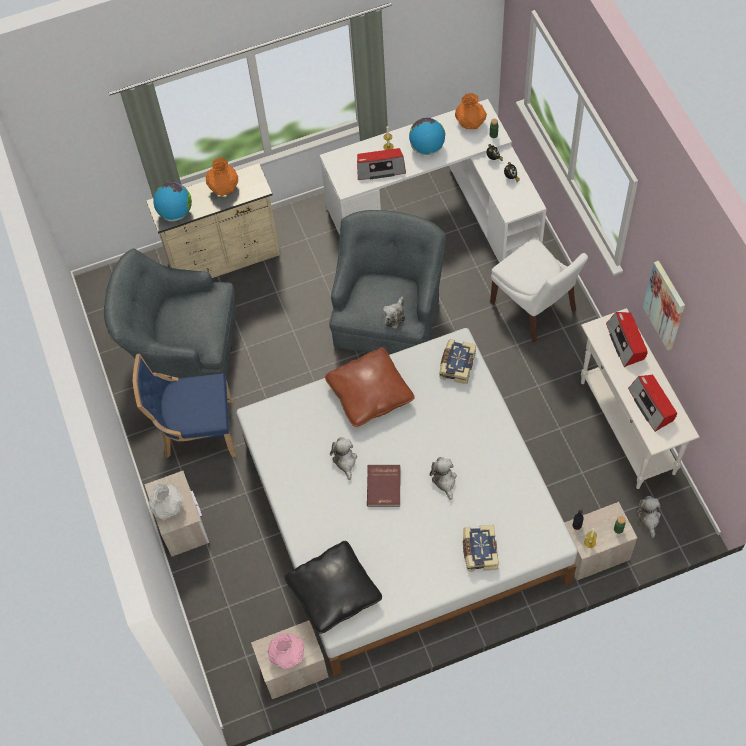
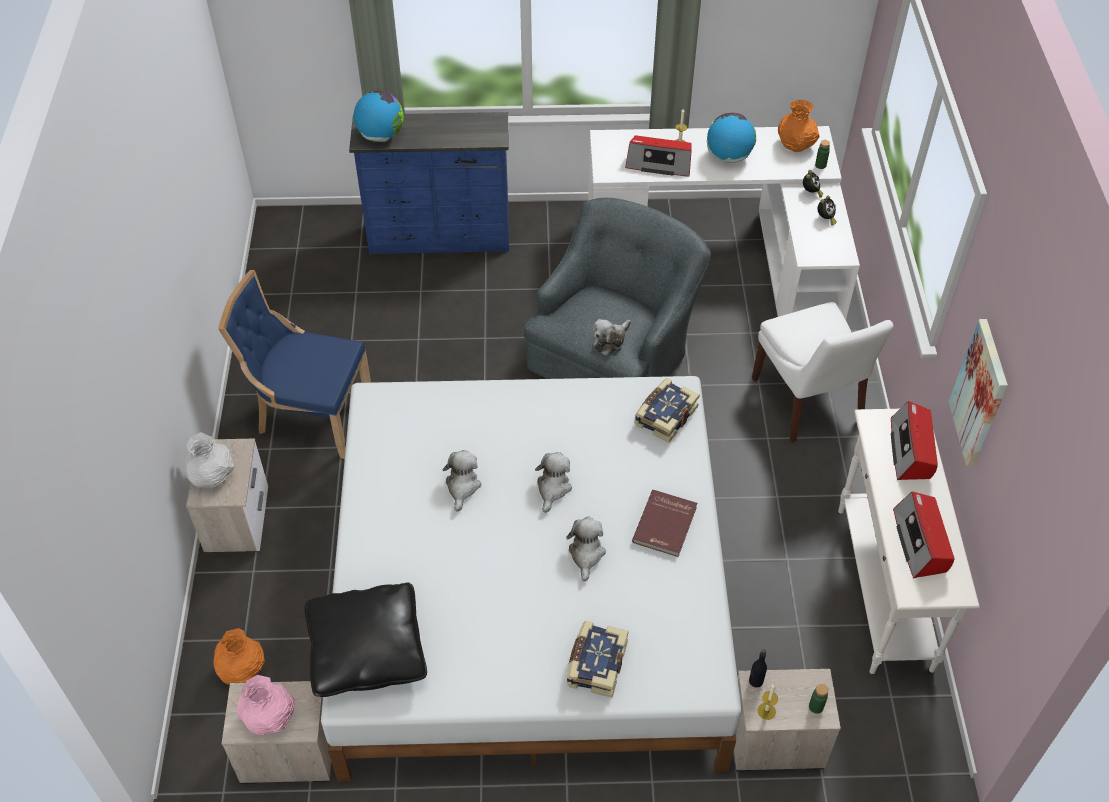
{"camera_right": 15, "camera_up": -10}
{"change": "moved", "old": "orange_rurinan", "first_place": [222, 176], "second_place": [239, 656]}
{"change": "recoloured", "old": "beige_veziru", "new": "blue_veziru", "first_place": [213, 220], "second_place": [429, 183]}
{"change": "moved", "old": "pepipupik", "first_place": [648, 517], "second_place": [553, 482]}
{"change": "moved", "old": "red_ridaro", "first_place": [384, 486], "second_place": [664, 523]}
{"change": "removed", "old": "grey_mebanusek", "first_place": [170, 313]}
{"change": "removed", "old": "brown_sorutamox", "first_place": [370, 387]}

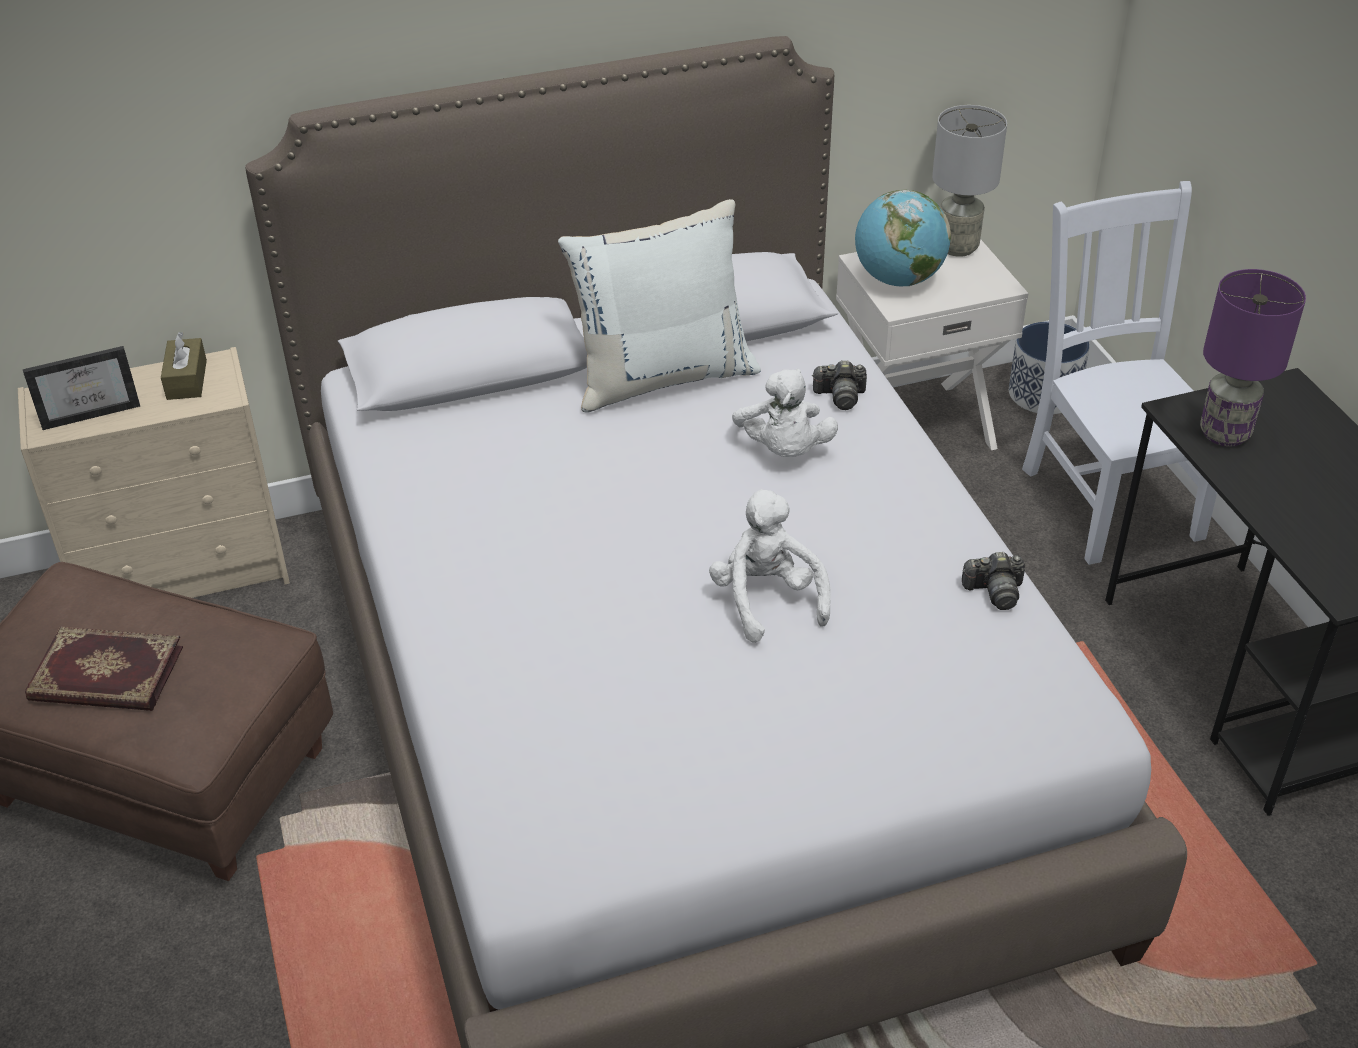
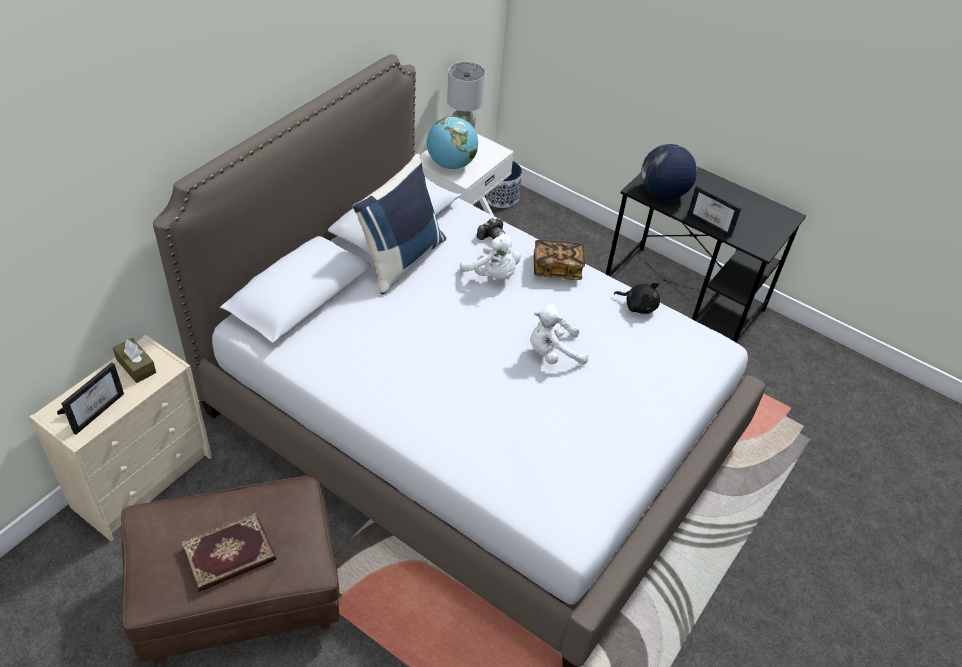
{"camera_right": -40, "camera_up": 5}
{"change": "recoloured", "old": "white_sorutamox", "new": "blue_sorutamox", "first_place": [659, 306], "second_place": [399, 224]}
{"change": "turned", "old": "white_pepipupik", "first_place": [770, 566], "second_place": [559, 334], "degrees": -45}
{"change": "added", "new": "ridaro", "second_place": [559, 260]}
{"change": "replaced", "old": "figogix", "new": "black_pepipupik", "first_place": [993, 581], "second_place": [637, 298]}
{"change": "replaced", "old": "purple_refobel", "new": "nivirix", "first_place": [1253, 358], "second_place": [669, 172]}
{"change": "added", "new": "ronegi", "second_place": [714, 211]}
{"change": "removed", "old": "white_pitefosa", "first_place": [1119, 373]}

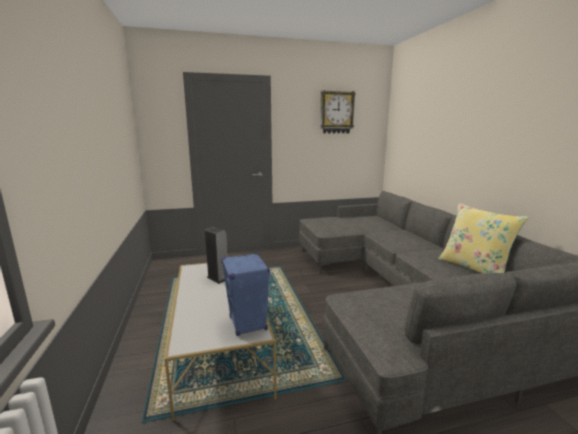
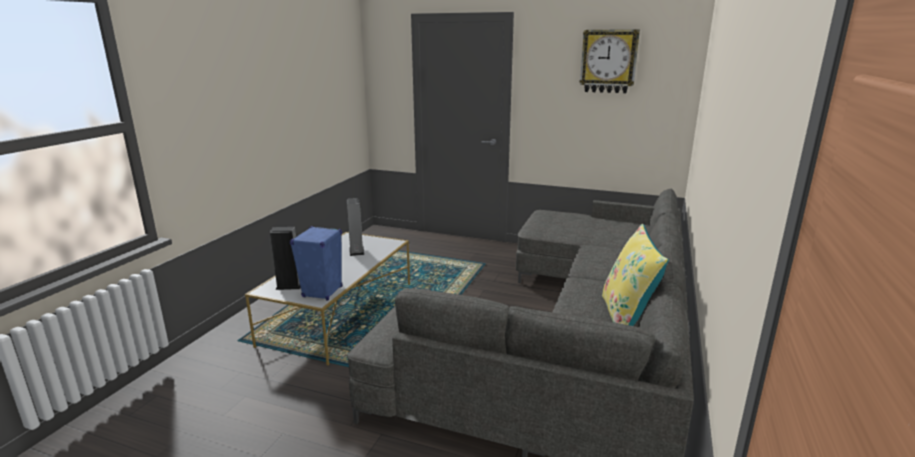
{"camera_right": 35, "camera_up": 5}
{"change": "added", "new": "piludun", "second_place": [285, 258]}

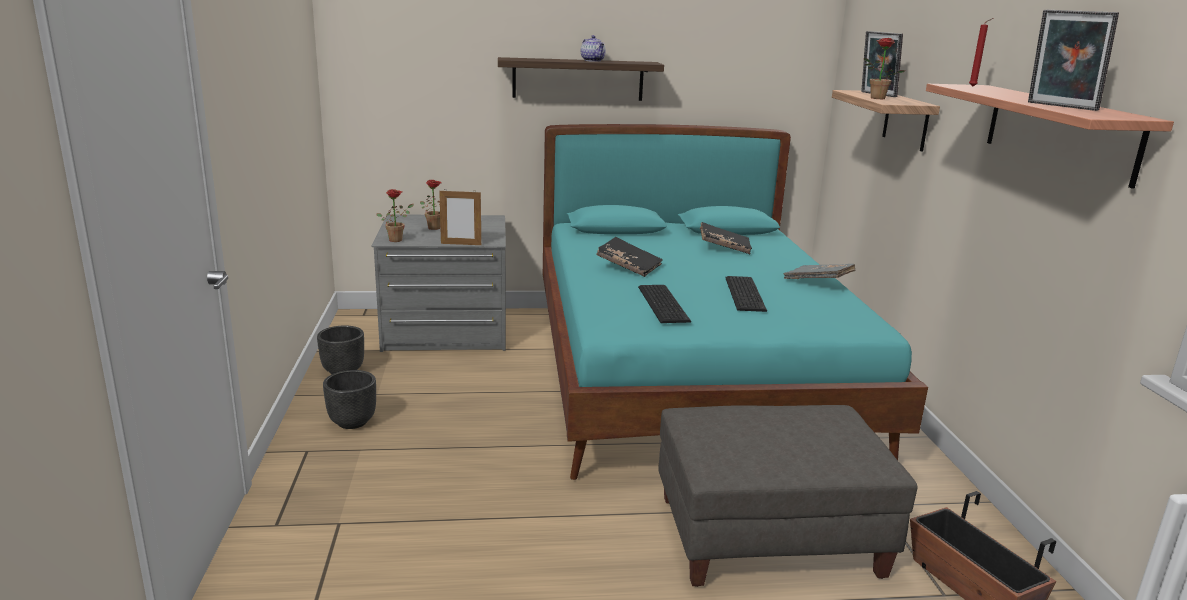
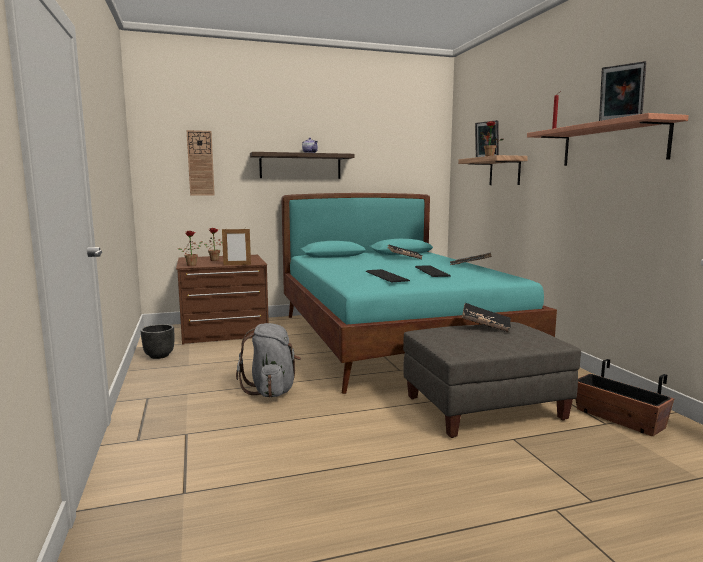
{"camera_right": -10, "camera_up": -10}
{"change": "recoloured", "old": "grey_veziru", "new": "brown_veziru", "first_place": [438, 283], "second_place": [222, 300]}
{"change": "added", "new": "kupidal", "second_place": [201, 163]}
{"change": "added", "new": "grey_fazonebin", "second_place": [268, 360]}
{"change": "moved", "old": "black_ridaro", "first_place": [629, 257], "second_place": [486, 318]}
{"change": "removed", "old": "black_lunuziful", "first_place": [349, 399]}

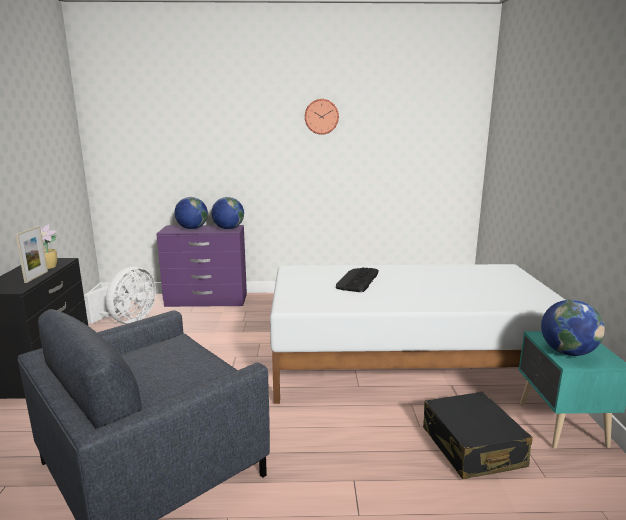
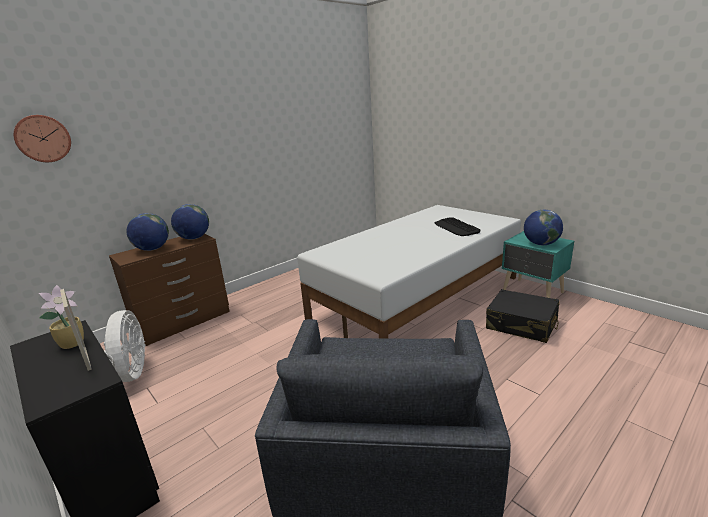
{"camera_right": -40, "camera_up": 5}
{"change": "moved", "old": "kupidal", "first_place": [322, 117], "second_place": [42, 138]}
{"change": "recoloured", "old": "purple_veziru", "new": "brown_veziru", "first_place": [201, 266], "second_place": [169, 290]}
{"change": "moved", "old": "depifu", "first_place": [357, 279], "second_place": [457, 226]}

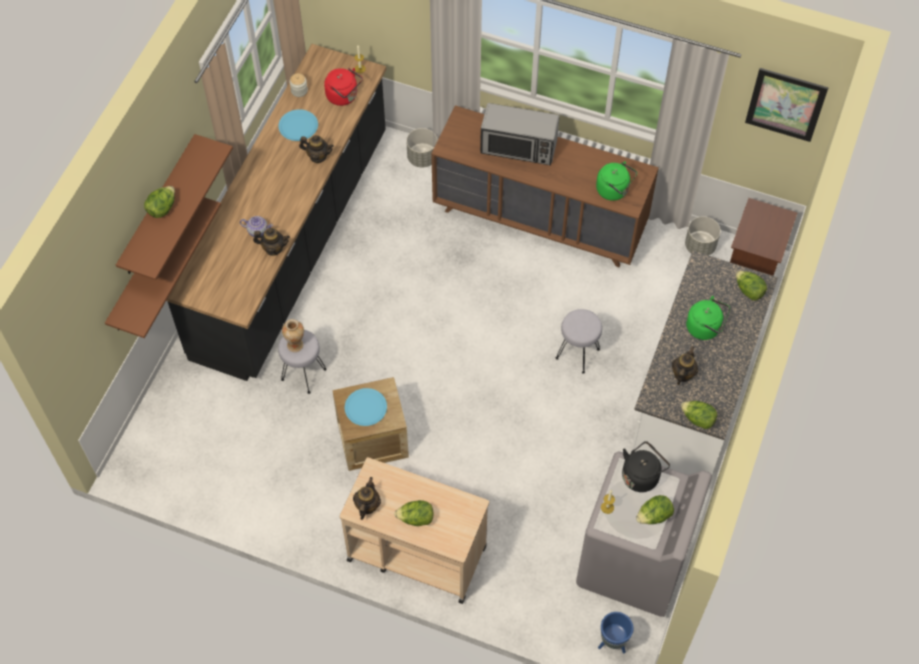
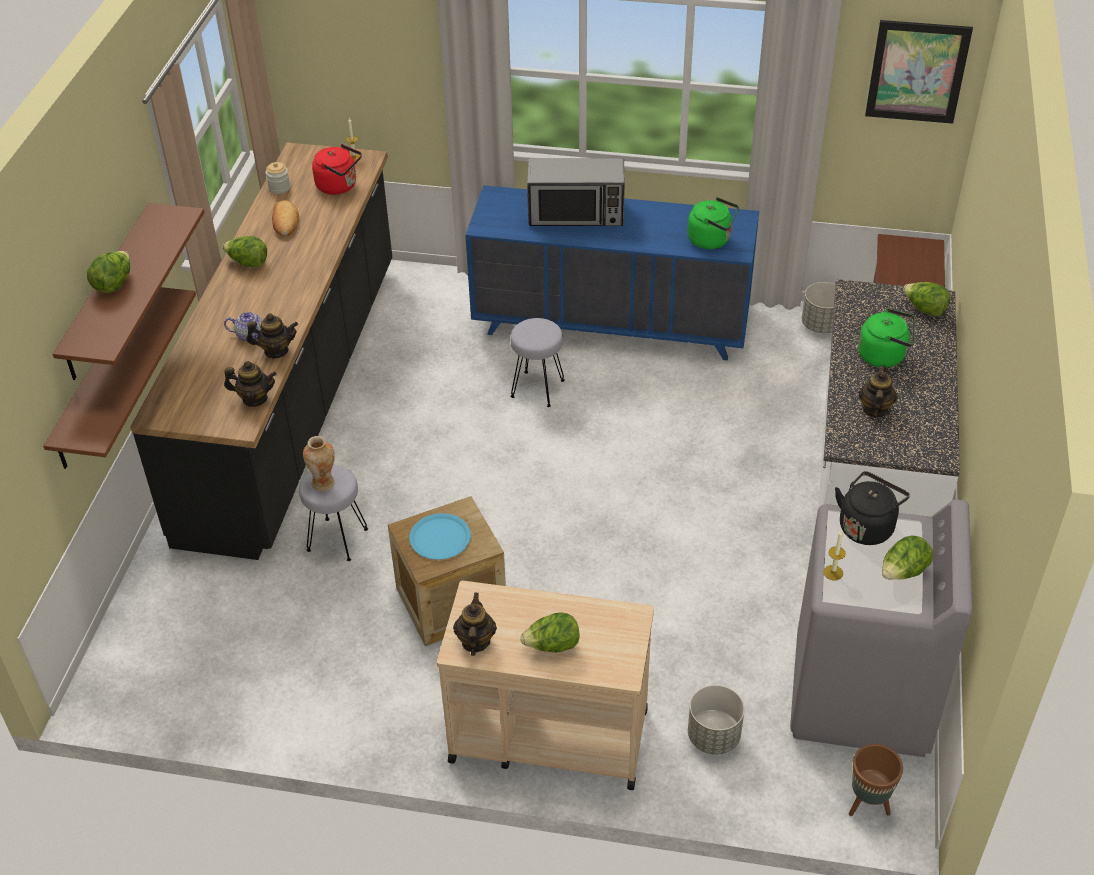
{"camera_right": -10, "camera_up": -15}
{"change": "moved", "old": "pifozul", "first_place": [699, 415], "second_place": [245, 251]}
{"change": "moved", "old": "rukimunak", "first_place": [316, 149], "second_place": [250, 384]}
{"change": "replaced", "old": "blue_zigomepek", "new": "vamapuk", "first_place": [298, 125], "second_place": [285, 218]}
{"change": "recoloured", "old": "brown_veziru", "new": "blue_veziru", "first_place": [545, 186], "second_place": [612, 272]}
{"change": "moved", "old": "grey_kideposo", "first_place": [579, 341], "second_place": [537, 362]}
{"change": "moved", "old": "grey_lunuziful", "first_place": [421, 148], "second_place": [716, 720]}
{"change": "recoloured", "old": "blue_lunuziful", "new": "brown_lunuziful", "first_place": [615, 632], "second_place": [876, 780]}

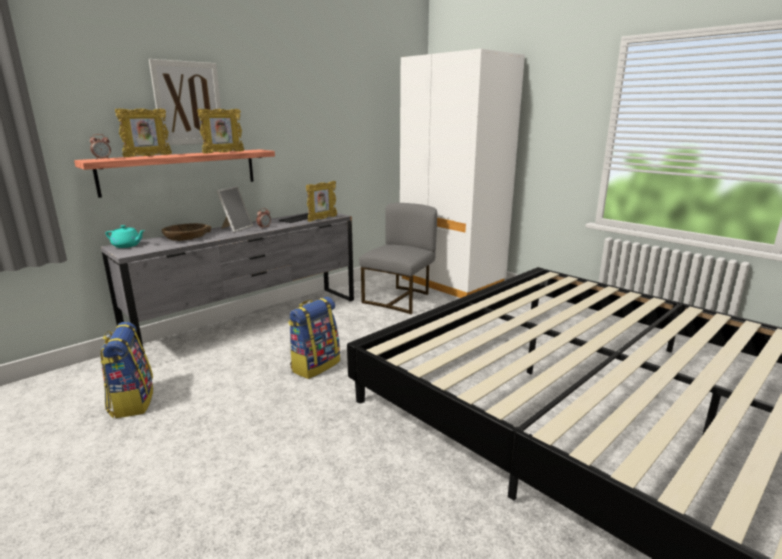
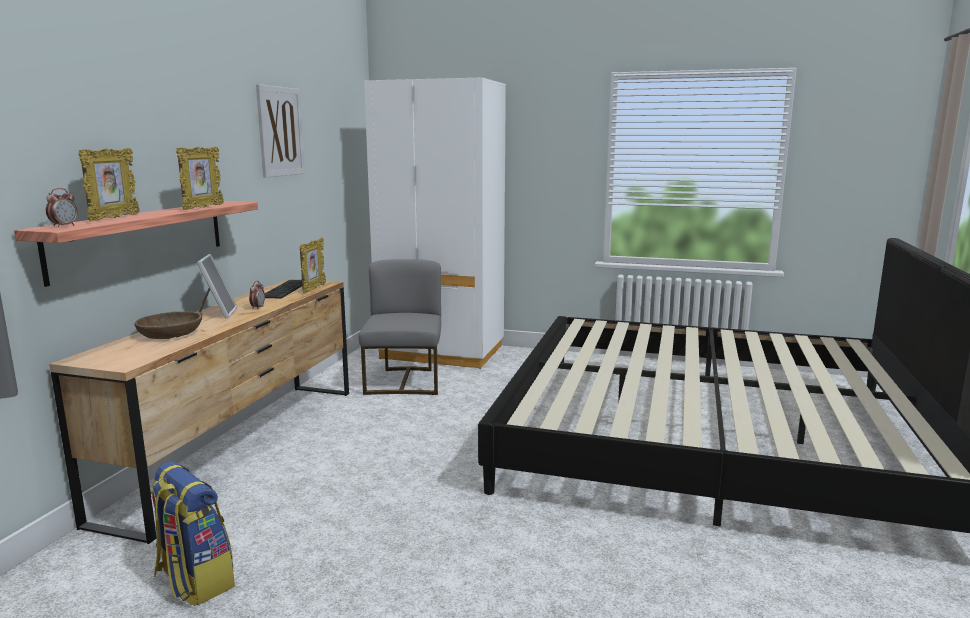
{"camera_right": -30, "camera_up": -5}
{"change": "recoloured", "old": "grey_veziru", "new": "brown_veziru", "first_place": [227, 280], "second_place": [199, 411]}
{"change": "moved", "old": "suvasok", "first_place": [185, 102], "second_place": [280, 131]}
{"change": "removed", "old": "turquoise_rukimunak", "first_place": [125, 236]}
{"change": "removed", "old": "fazonebin", "first_place": [314, 338]}

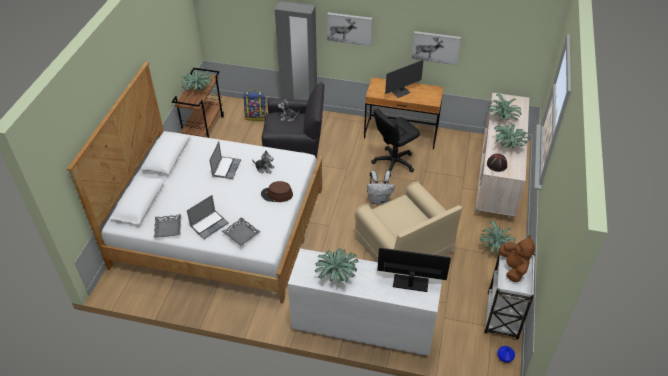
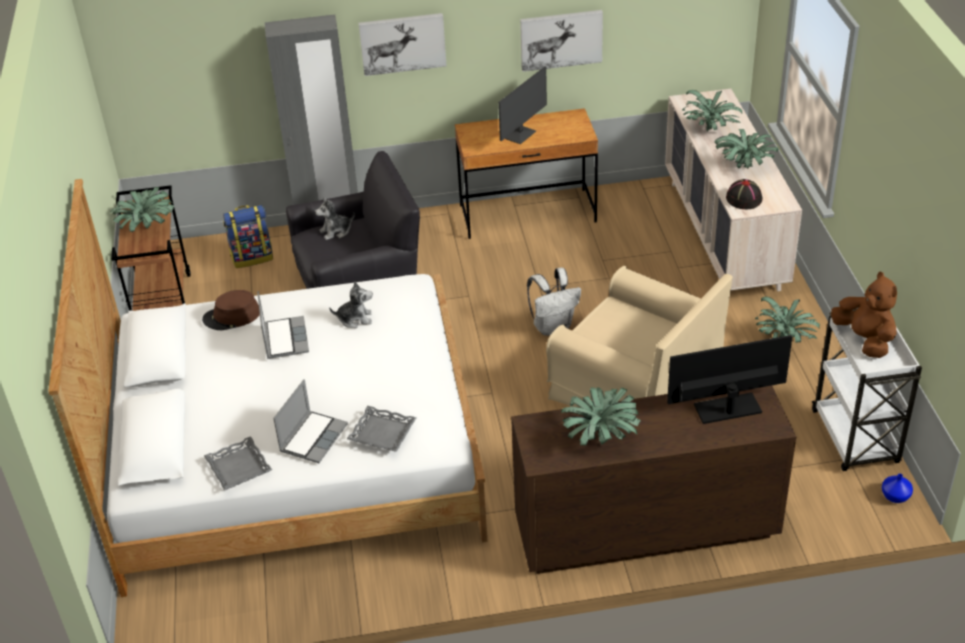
{"camera_right": -20, "camera_up": -5}
{"change": "moved", "old": "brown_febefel", "first_place": [277, 191], "second_place": [231, 310]}
{"change": "recoloured", "old": "white_veziru", "new": "brown_veziru", "first_place": [365, 302], "second_place": [653, 479]}
{"change": "removed", "old": "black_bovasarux", "first_place": [395, 142]}

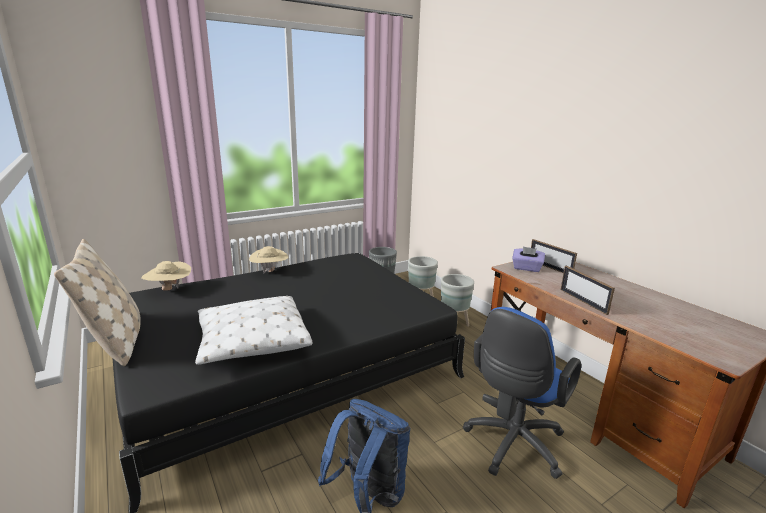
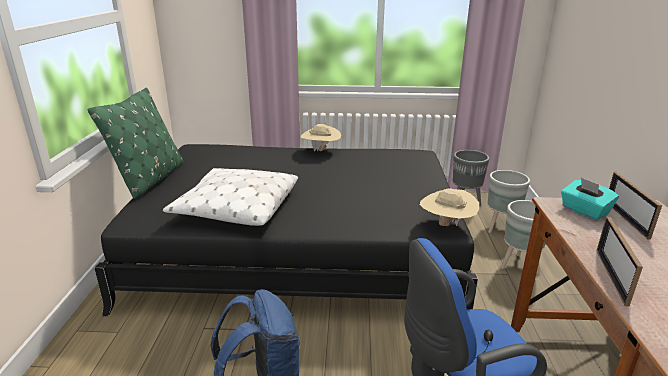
{"camera_right": 35, "camera_up": 5}
{"change": "recoloured", "old": "beige_sorutamox", "new": "green_sorutamox", "first_place": [97, 302], "second_place": [136, 143]}
{"change": "moved", "old": "beige_febefel", "first_place": [166, 276], "second_place": [449, 207]}
{"change": "recoloured", "old": "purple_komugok", "new": "turquoise_komugok", "first_place": [528, 259], "second_place": [590, 199]}

